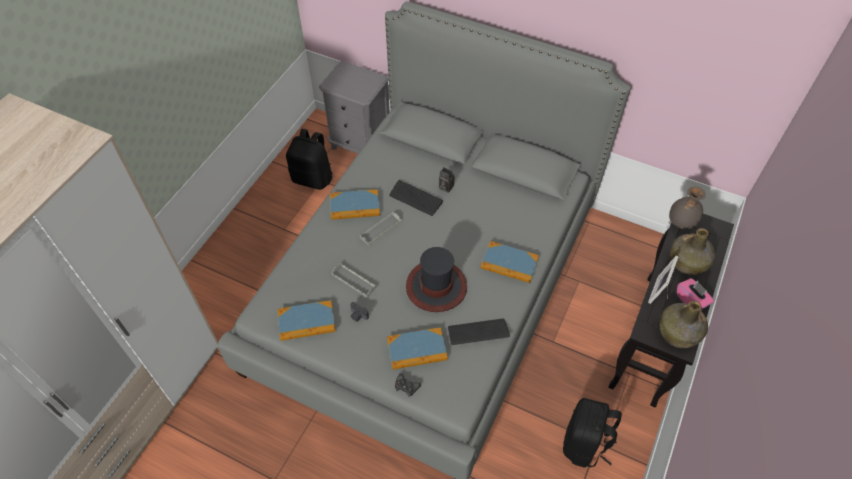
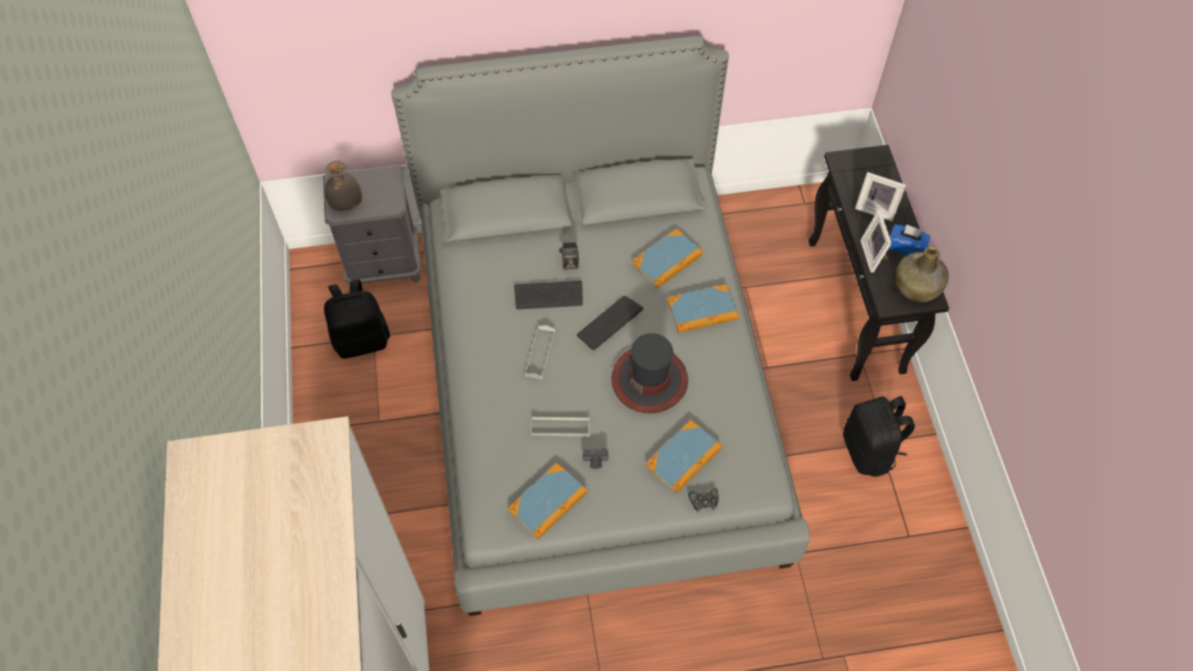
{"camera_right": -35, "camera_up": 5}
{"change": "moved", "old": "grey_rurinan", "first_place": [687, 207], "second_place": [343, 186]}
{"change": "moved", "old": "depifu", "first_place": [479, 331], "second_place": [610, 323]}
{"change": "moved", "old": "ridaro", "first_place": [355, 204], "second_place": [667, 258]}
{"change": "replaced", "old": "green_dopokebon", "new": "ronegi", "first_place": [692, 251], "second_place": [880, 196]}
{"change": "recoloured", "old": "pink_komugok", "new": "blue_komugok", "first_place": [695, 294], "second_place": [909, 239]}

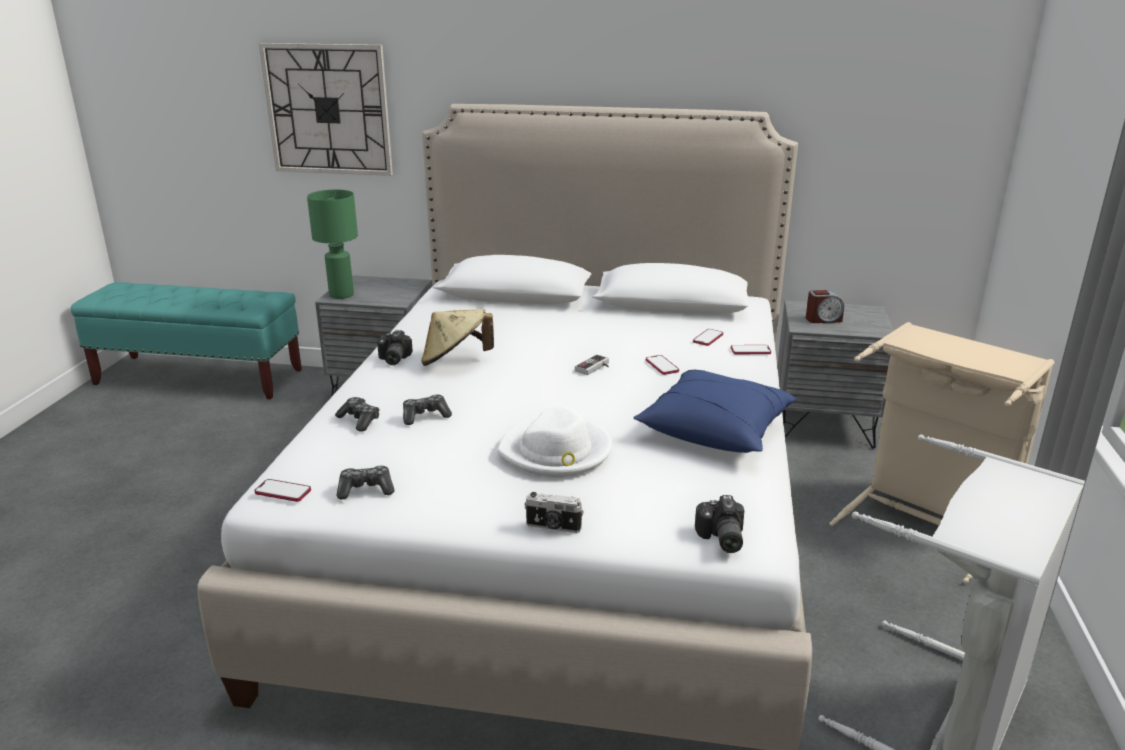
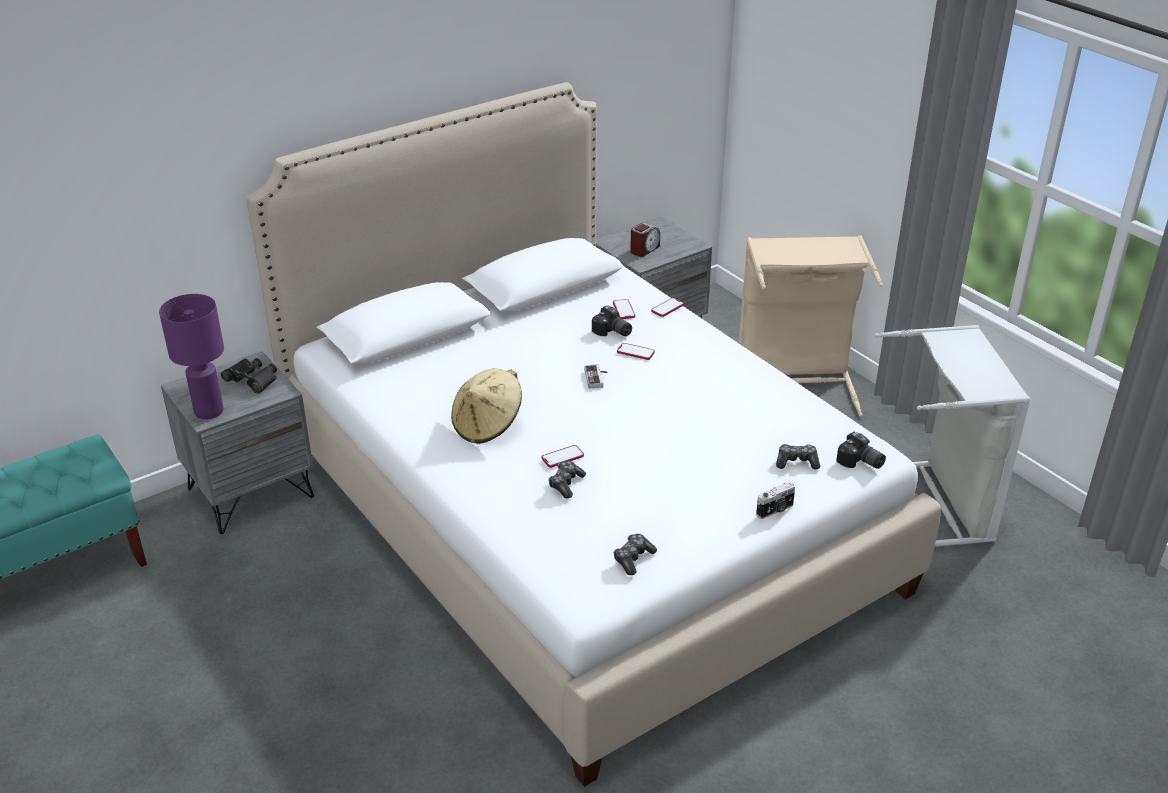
{"camera_right": -45, "camera_up": 10}
{"change": "recoloured", "old": "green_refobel", "new": "purple_refobel", "first_place": [332, 244], "second_place": [191, 356]}
{"change": "added", "new": "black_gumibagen", "second_place": [249, 376]}
{"change": "moved", "old": "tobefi", "first_place": [282, 490], "second_place": [563, 456]}
{"change": "moved", "old": "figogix", "first_place": [395, 347], "second_place": [612, 320]}
{"change": "moved", "old": "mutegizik", "first_place": [357, 414], "second_place": [798, 457]}
{"change": "removed", "old": "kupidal", "first_place": [326, 109]}
{"change": "removed", "old": "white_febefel", "first_place": [554, 441]}
{"change": "removed", "old": "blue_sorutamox", "first_place": [715, 411]}

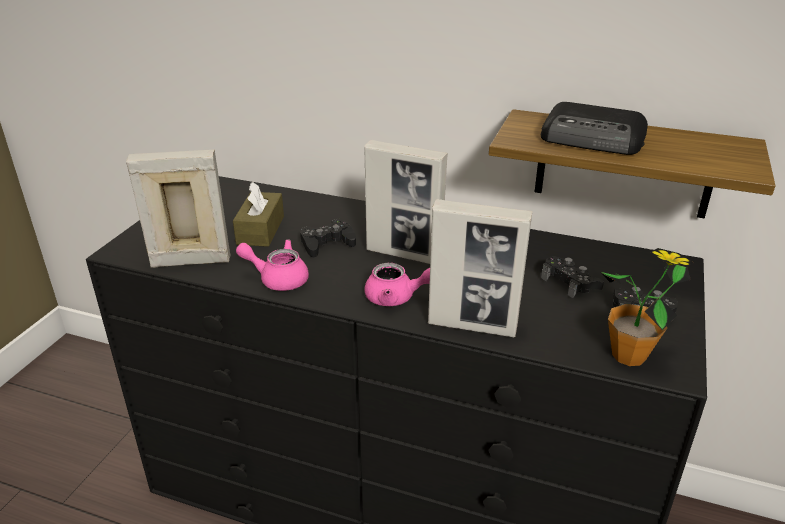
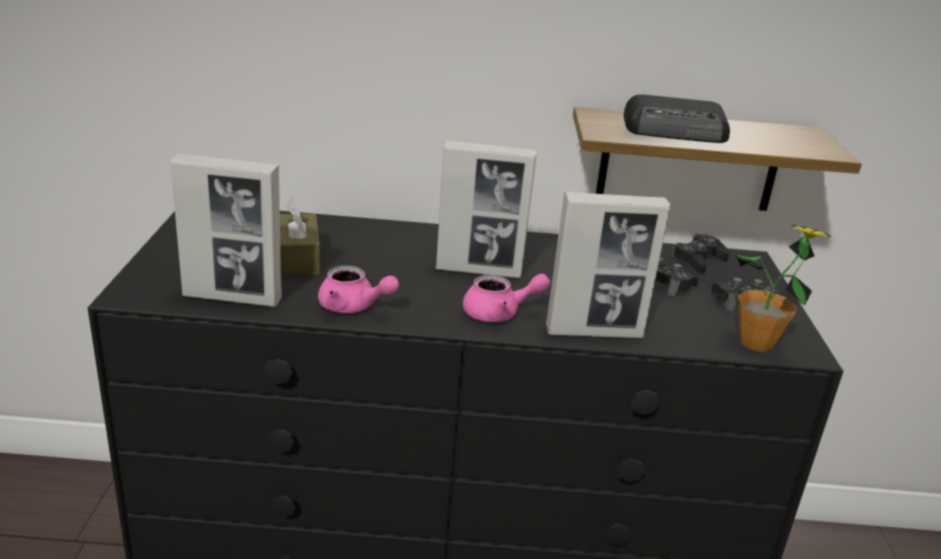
{"camera_right": -20, "camera_up": -5}
{"change": "turned", "old": "ronegi", "first_place": [178, 208], "second_place": [226, 230], "degrees": -150}
{"change": "turned", "old": "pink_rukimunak", "first_place": [272, 265], "second_place": [358, 289], "degrees": -150}
{"change": "moved", "old": "black_mutegizik", "first_place": [328, 238], "second_place": [700, 254]}

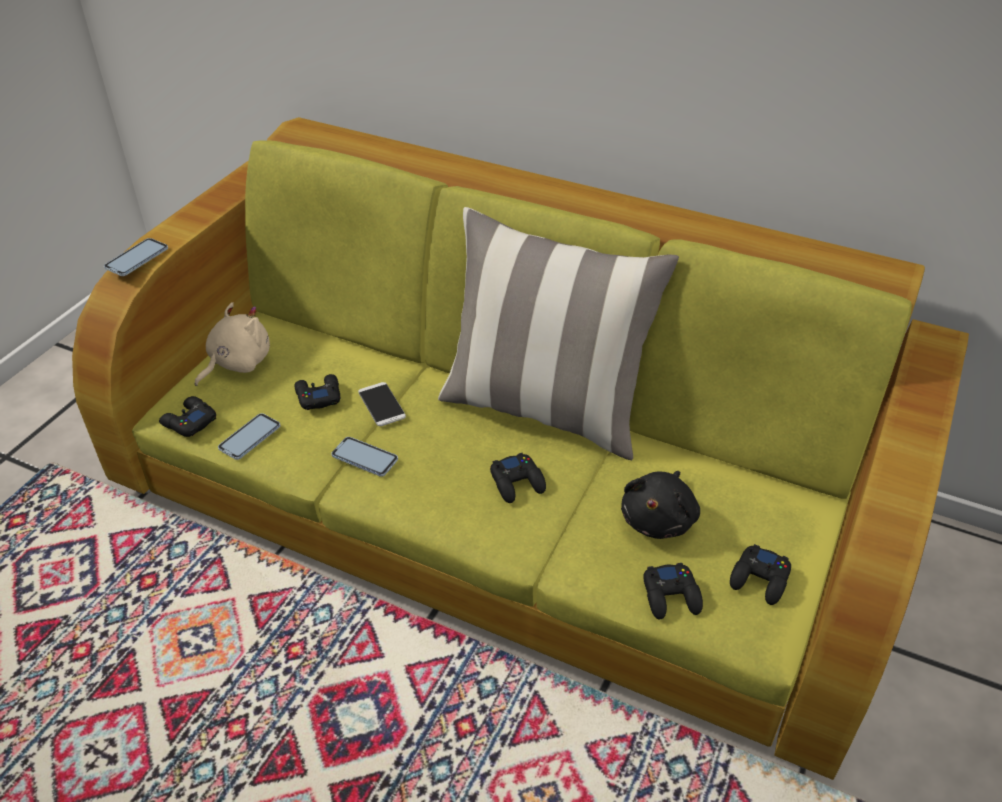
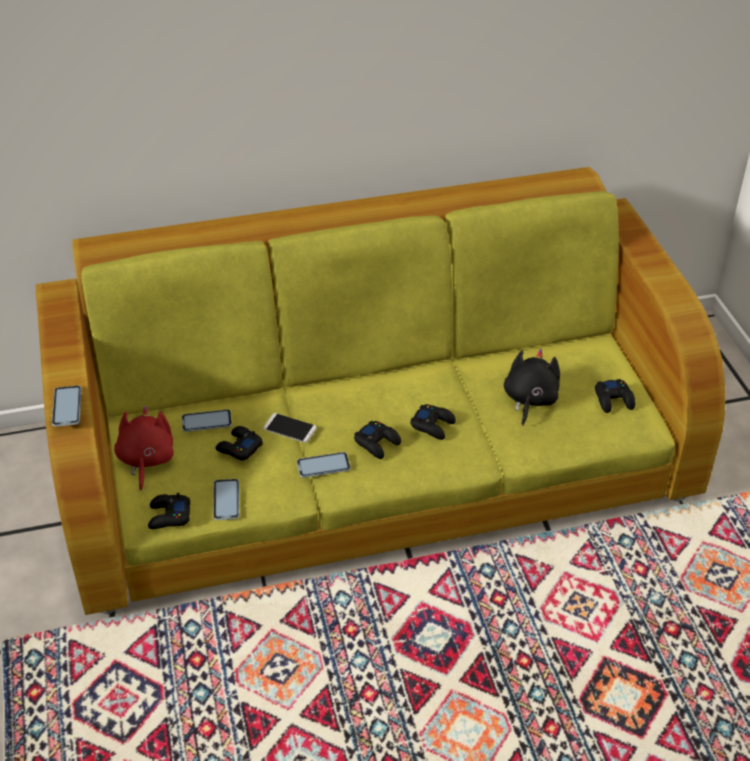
{"camera_right": -40, "camera_up": 0}
{"change": "recoloured", "old": "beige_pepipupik", "new": "red_pepipupik", "first_place": [232, 344], "second_place": [144, 448]}
{"change": "added", "new": "tobefi", "second_place": [207, 420]}
{"change": "moved", "old": "black_mutegizik", "first_place": [673, 591], "second_place": [377, 440]}
{"change": "turned", "old": "black_pepipupik", "first_place": [660, 505], "second_place": [532, 387], "degrees": -150}
{"change": "removed", "old": "sorutamox", "first_place": [558, 333]}

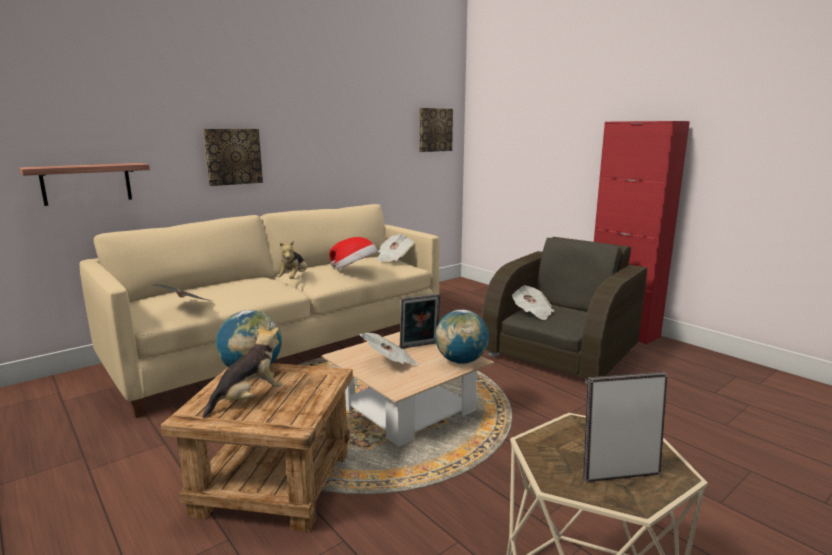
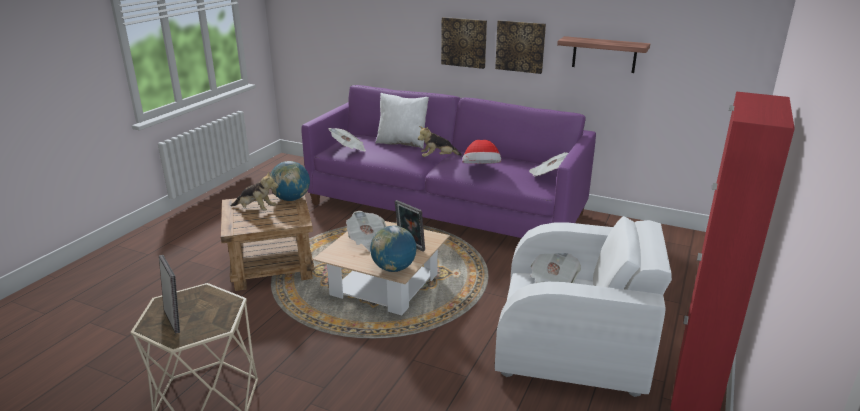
{"camera_right": 65, "camera_up": 10}
{"change": "recoloured", "old": "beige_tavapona", "new": "purple_tavapona", "first_place": [259, 311], "second_place": [449, 161]}
{"change": "added", "new": "white_sorutamox", "second_place": [402, 121]}
{"change": "moved", "old": "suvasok", "first_place": [436, 130], "second_place": [520, 47]}
{"change": "recoloured", "old": "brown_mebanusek", "new": "white_mebanusek", "first_place": [564, 310], "second_place": [583, 306]}
{"change": "moved", "old": "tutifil", "first_place": [84, 184], "second_place": [603, 54]}

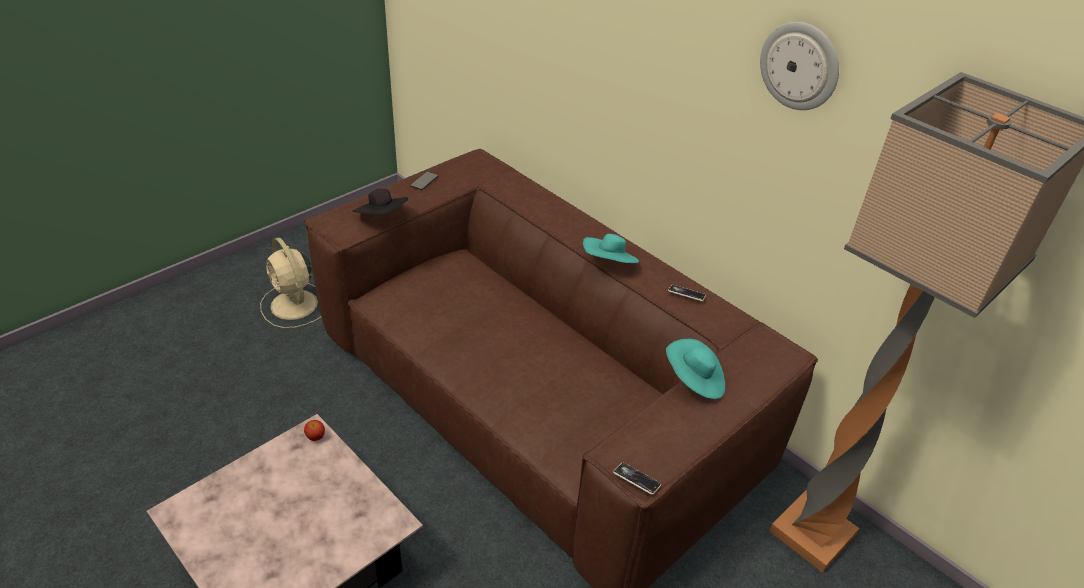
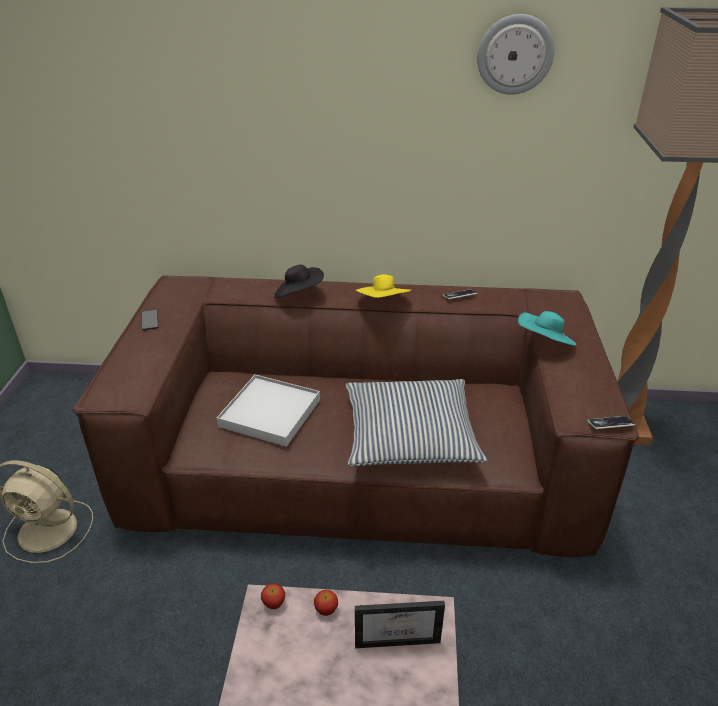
{"camera_right": -40, "camera_up": -5}
{"change": "added", "new": "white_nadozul", "second_place": [268, 411]}
{"change": "moved", "old": "black_febefel", "first_place": [380, 202], "second_place": [299, 281]}
{"change": "added", "new": "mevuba", "second_place": [326, 603]}
{"change": "added", "new": "sorutamox", "second_place": [417, 422]}
{"change": "added", "new": "ronegi", "second_place": [400, 624]}
{"change": "recoloured", "old": "turquoise_febefel", "new": "yellow_febefel", "first_place": [611, 248], "second_place": [383, 286]}

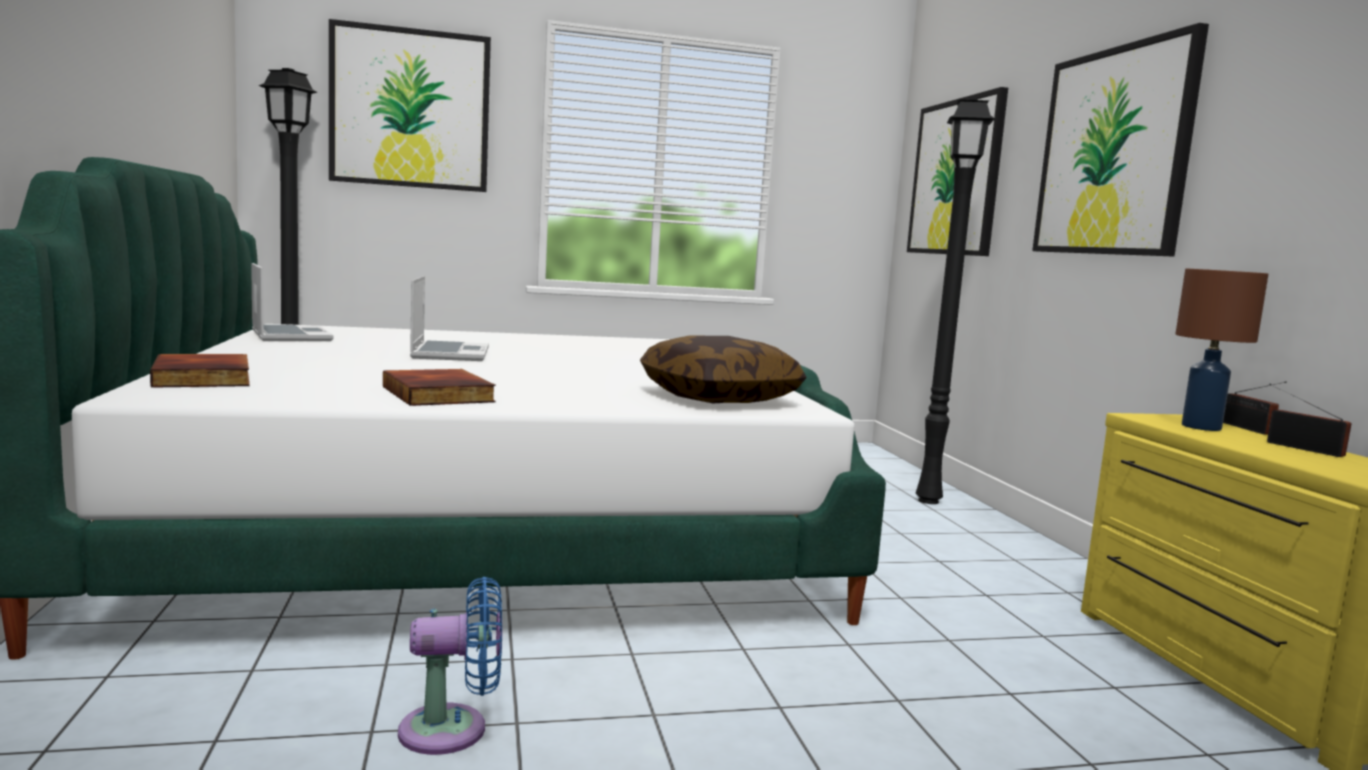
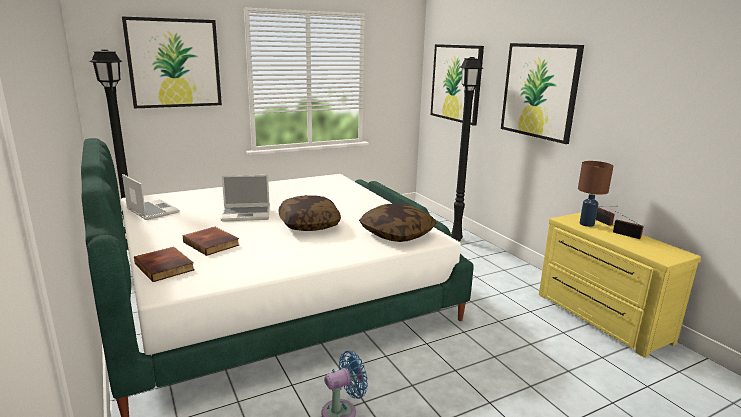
{"camera_right": -15, "camera_up": 10}
{"change": "moved", "old": "ridaro", "first_place": [439, 387], "second_place": [211, 241]}
{"change": "turned", "old": "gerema", "first_place": [449, 318], "second_place": [245, 198], "degrees": 105}
{"change": "added", "new": "sorutamox", "second_place": [309, 213]}

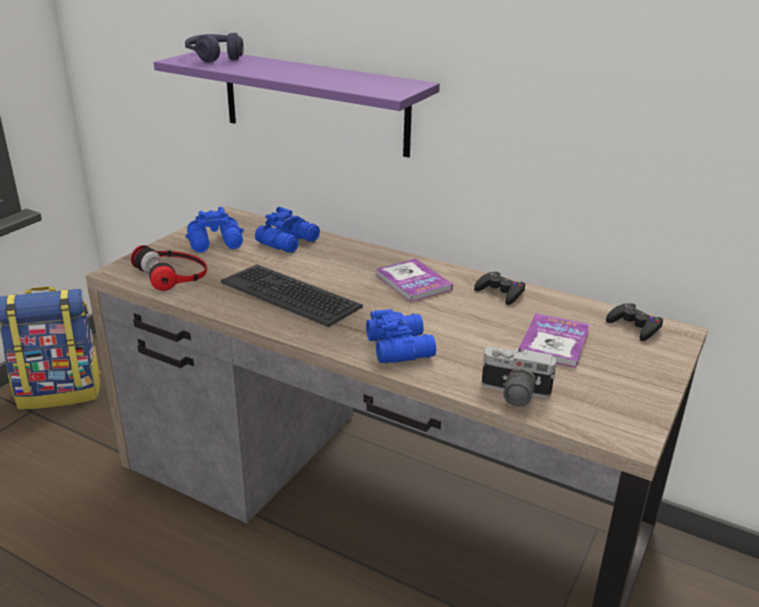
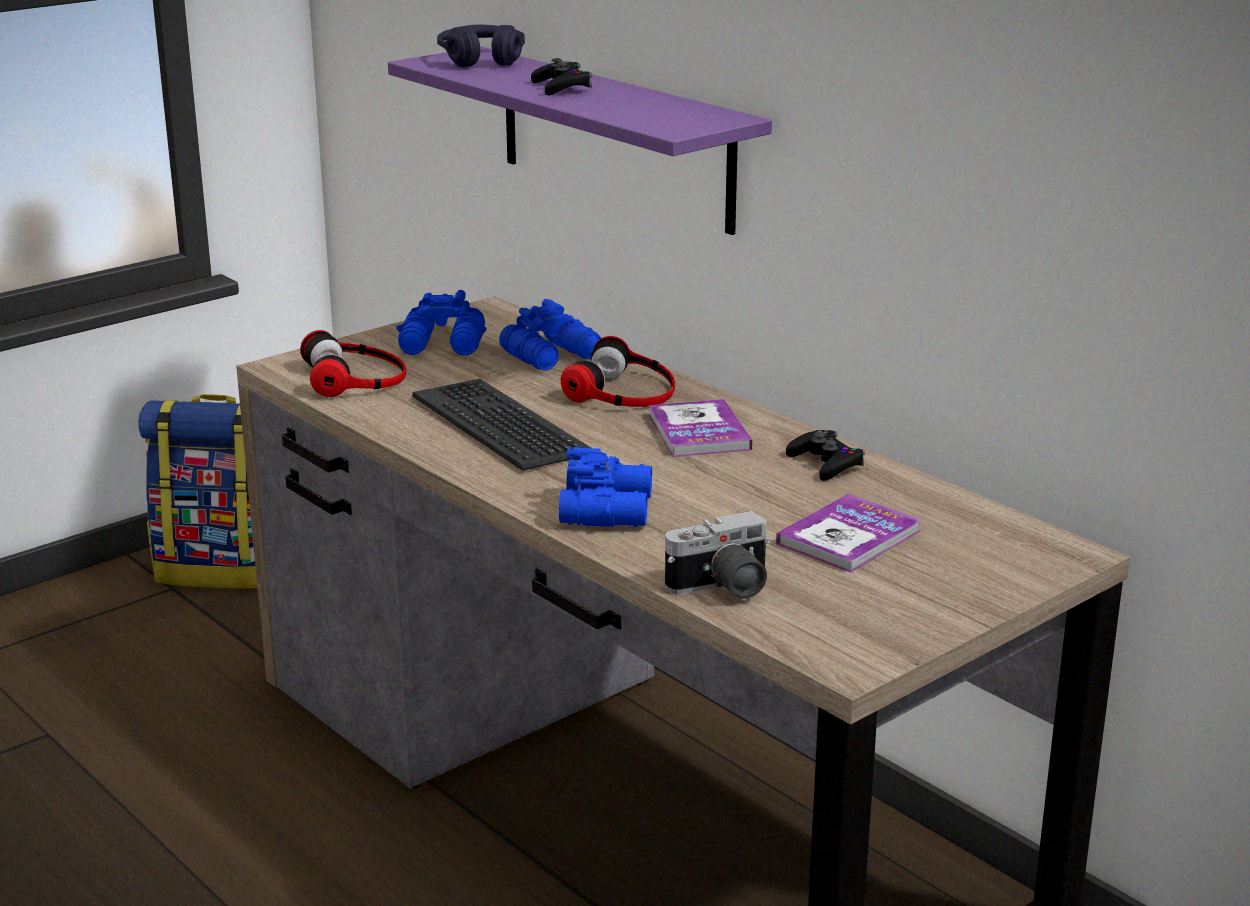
{"camera_right": 20, "camera_up": -5}
{"change": "moved", "old": "black_mutegizik", "first_place": [634, 322], "second_place": [561, 76]}
{"change": "added", "new": "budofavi", "second_place": [618, 371]}
{"change": "turned", "old": "figogix", "first_place": [518, 377], "second_place": [718, 555], "degrees": -60}

